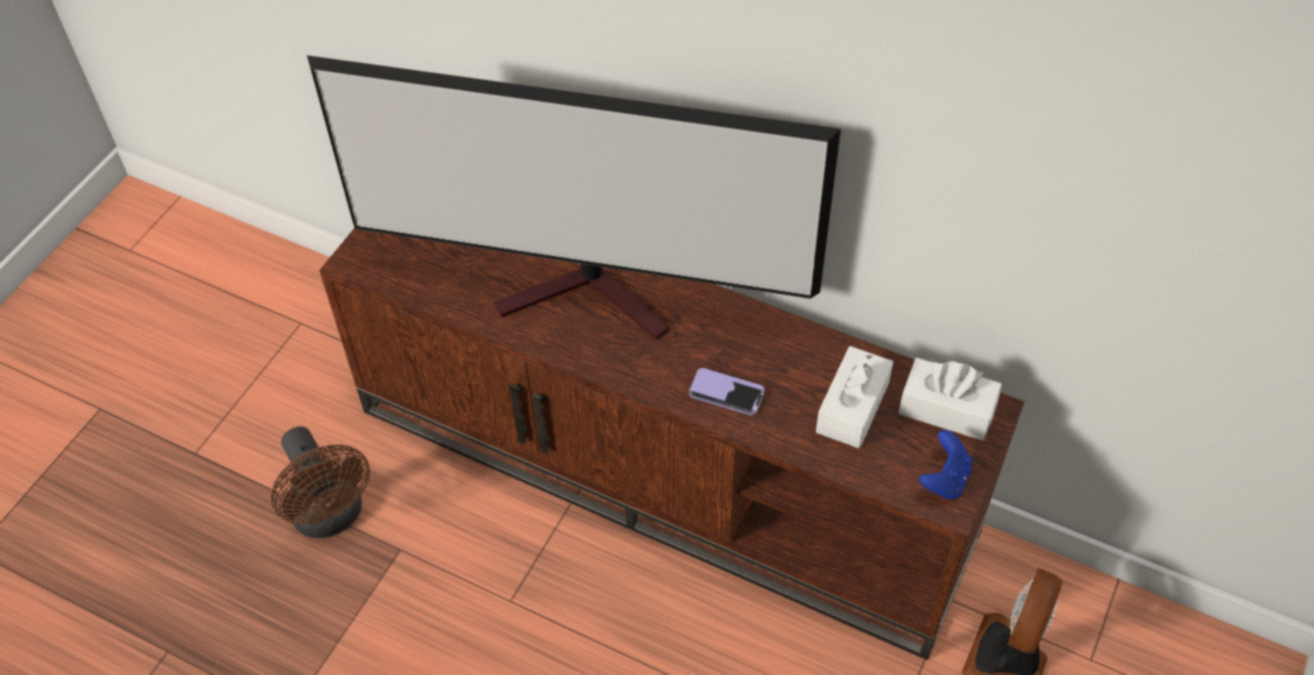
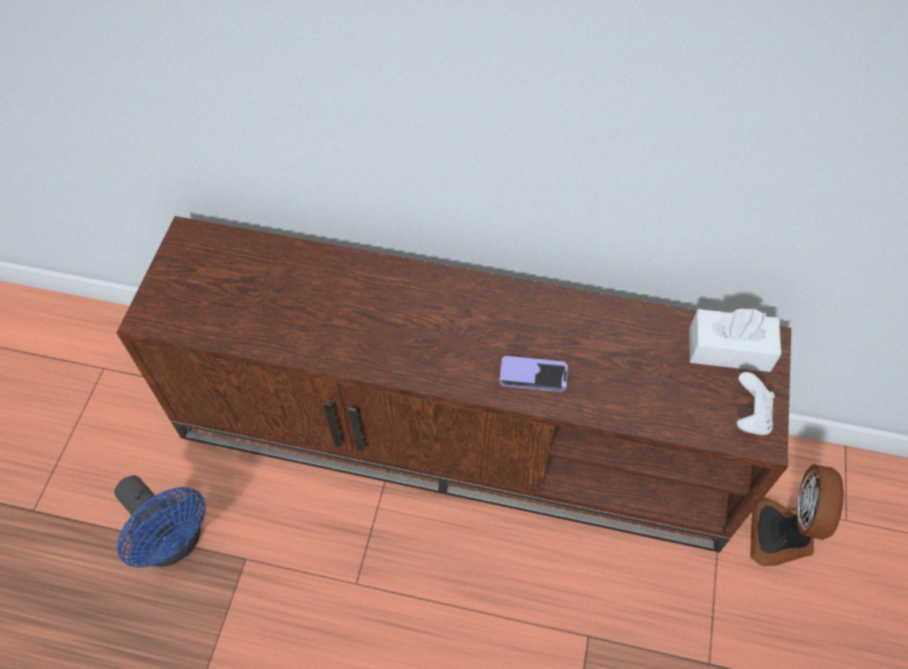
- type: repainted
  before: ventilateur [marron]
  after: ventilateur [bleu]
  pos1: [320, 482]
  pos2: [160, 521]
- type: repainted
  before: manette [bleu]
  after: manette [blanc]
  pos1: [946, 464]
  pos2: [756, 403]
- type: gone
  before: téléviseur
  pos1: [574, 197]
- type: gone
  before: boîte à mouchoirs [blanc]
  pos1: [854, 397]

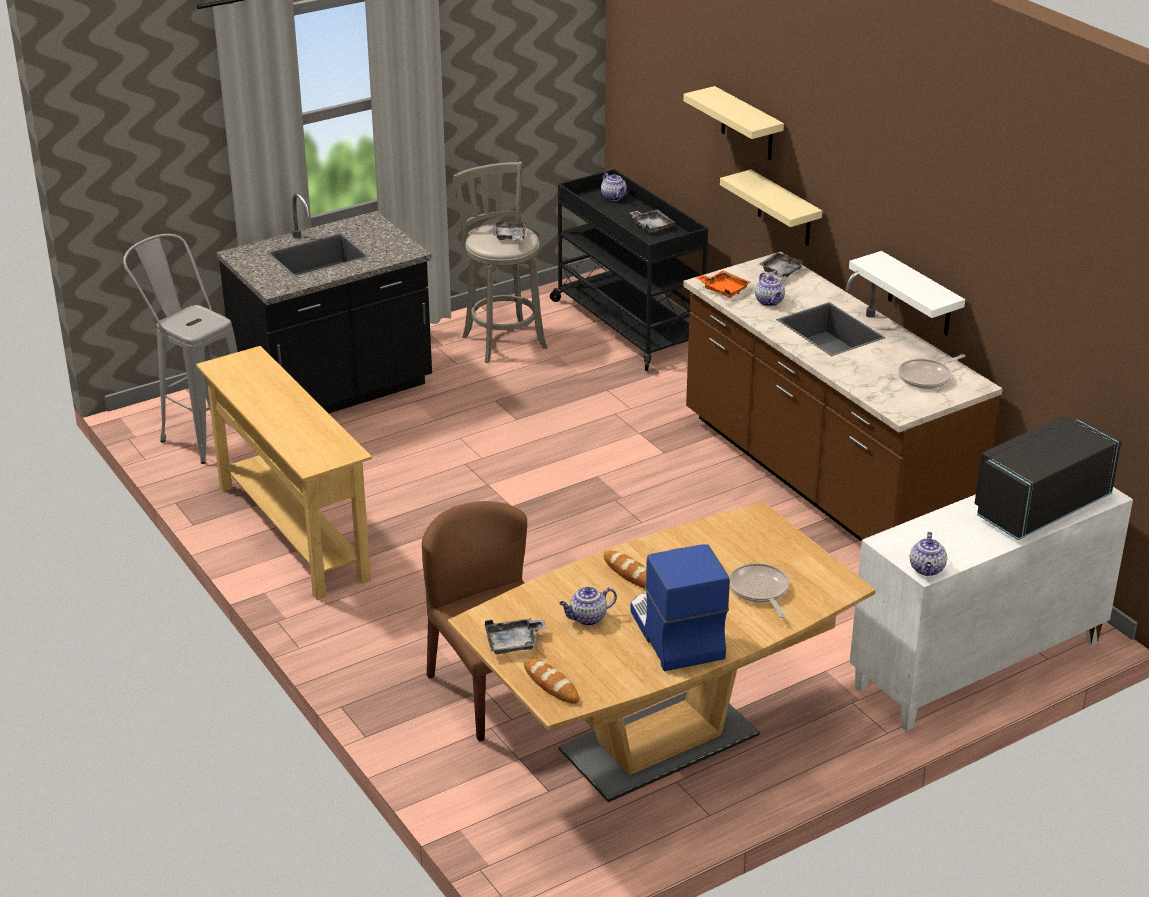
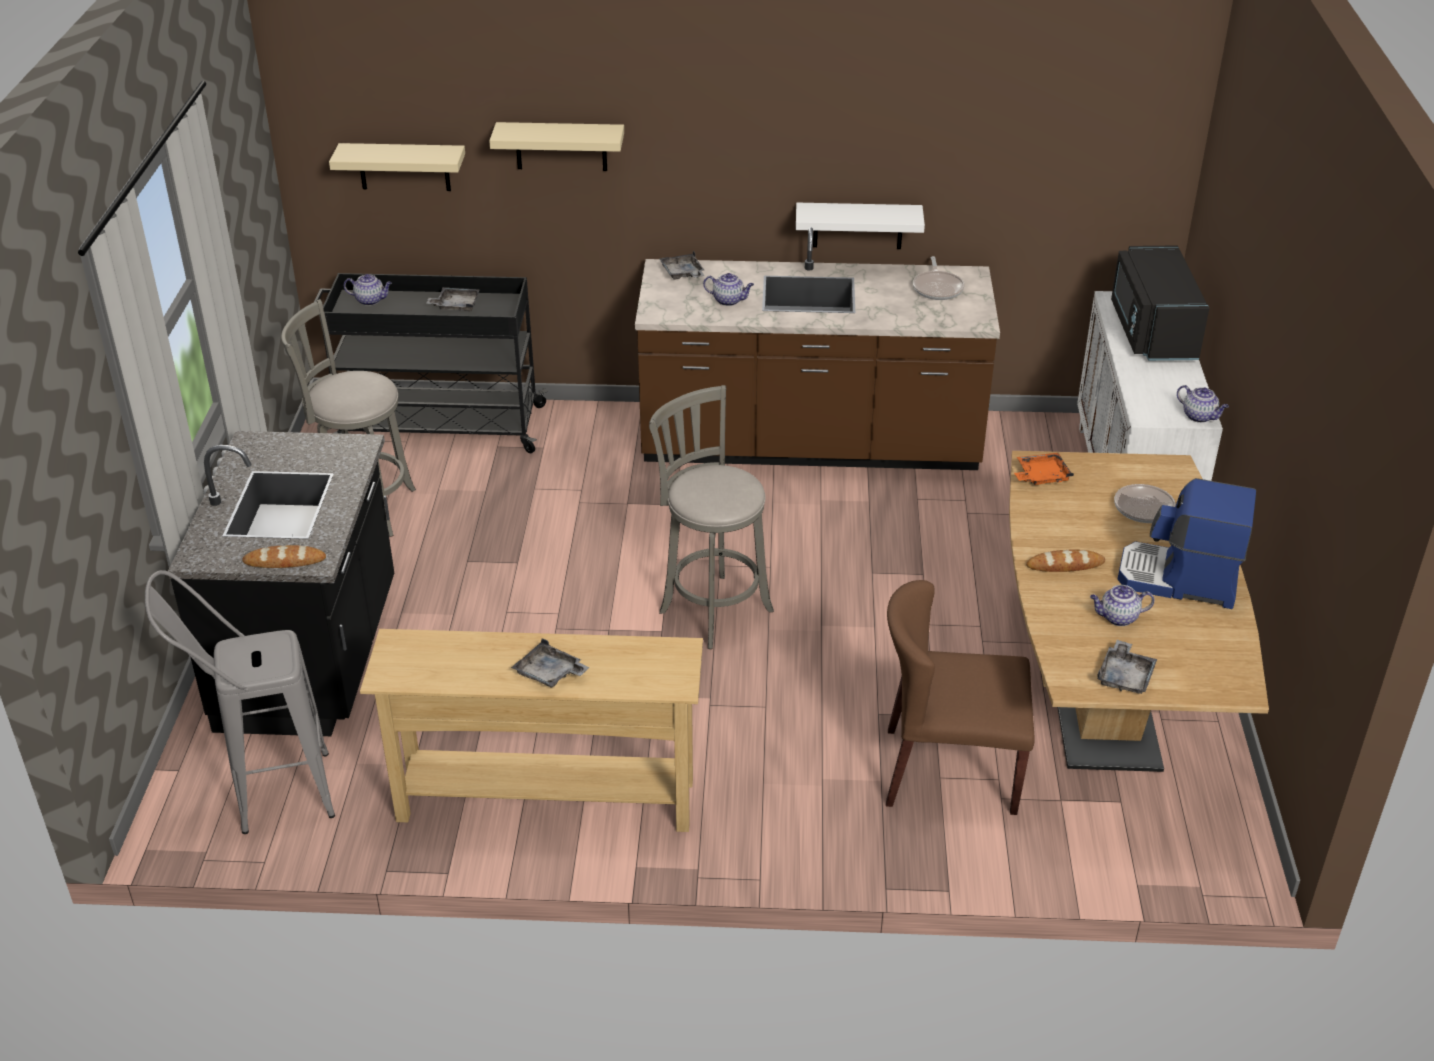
- type: shifted
  before: pain
  pos1: [551, 681]
  pos2: [284, 556]
- type: shifted
  before: étagère [beige]
  pos1: [771, 208]
  pos2: [397, 167]
- type: shifted
  before: plateau [gris]
  pos1: [510, 230]
  pos2: [550, 663]
- type: new
  after: tabouret [gris]
  pos2: [711, 517]
- type: shifted
  before: plateau [orange]
  pos1: [723, 284]
  pos2: [1044, 469]
- type: rotated
  before: théière
  pos1: [588, 606]
  pos2: [1122, 605]
  turn: 75

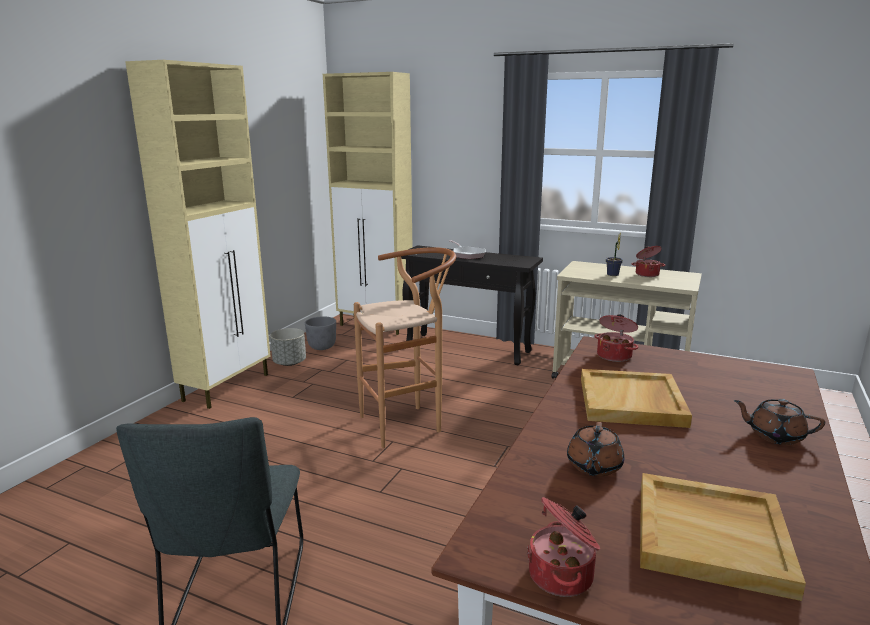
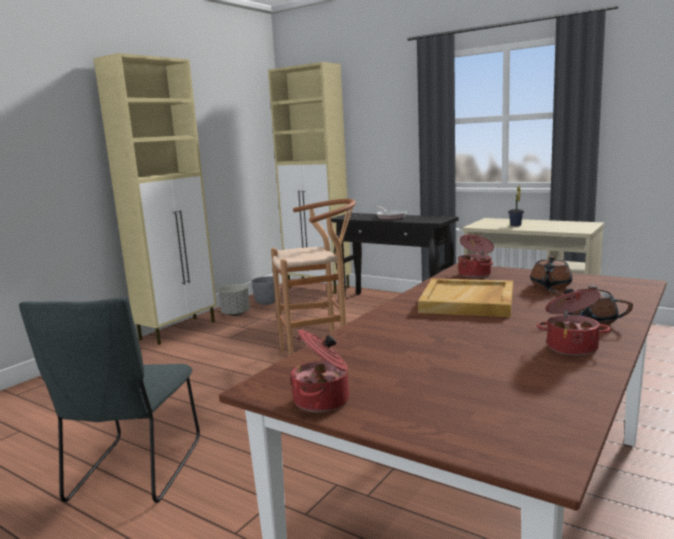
- type: shifted
  before: théière [marron]
  pos1: [595, 449]
  pos2: [551, 273]
- type: shifted
  before: marmite
  pos1: [648, 261]
  pos2: [574, 322]
- type: gone
  before: plateau [beige]
  pos1: [723, 537]

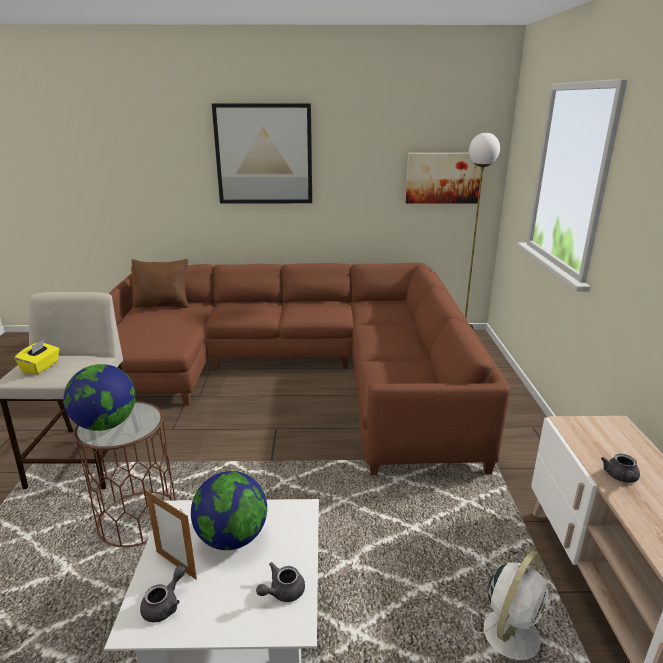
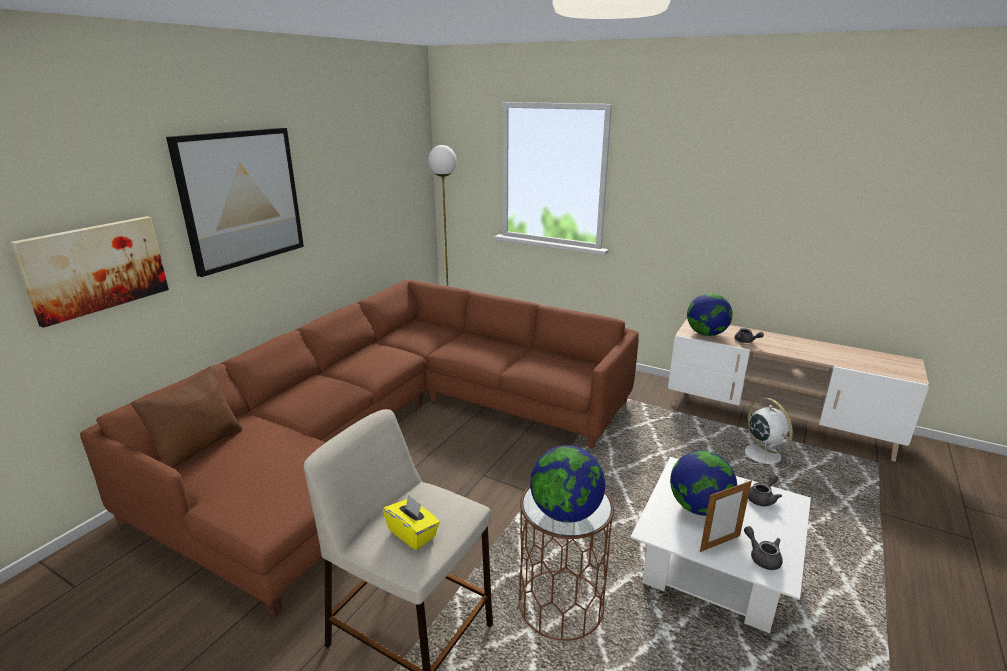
- type: shifted
  before: tableau
  pos1: [443, 178]
  pos2: [89, 272]
- type: new
  after: globe
  pos2: [710, 314]
- type: rotated
  before: théière [gris]
  pos1: [280, 582]
  pos2: [765, 490]
  turn: -120

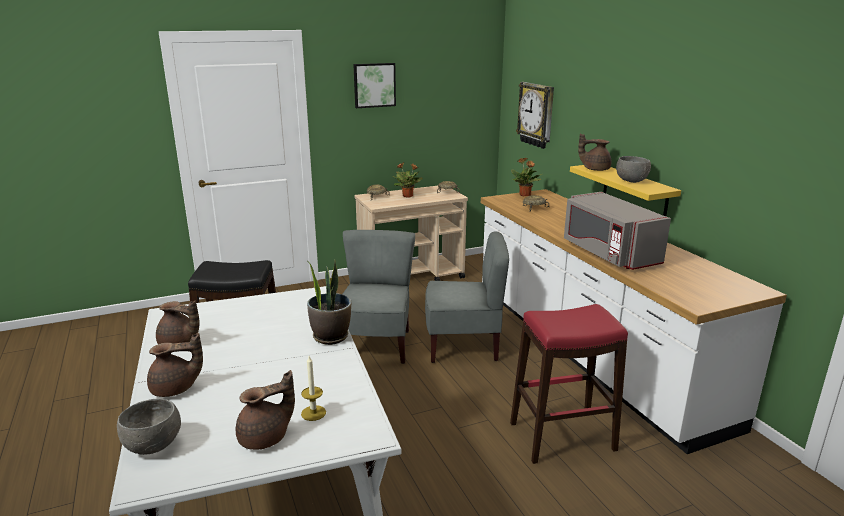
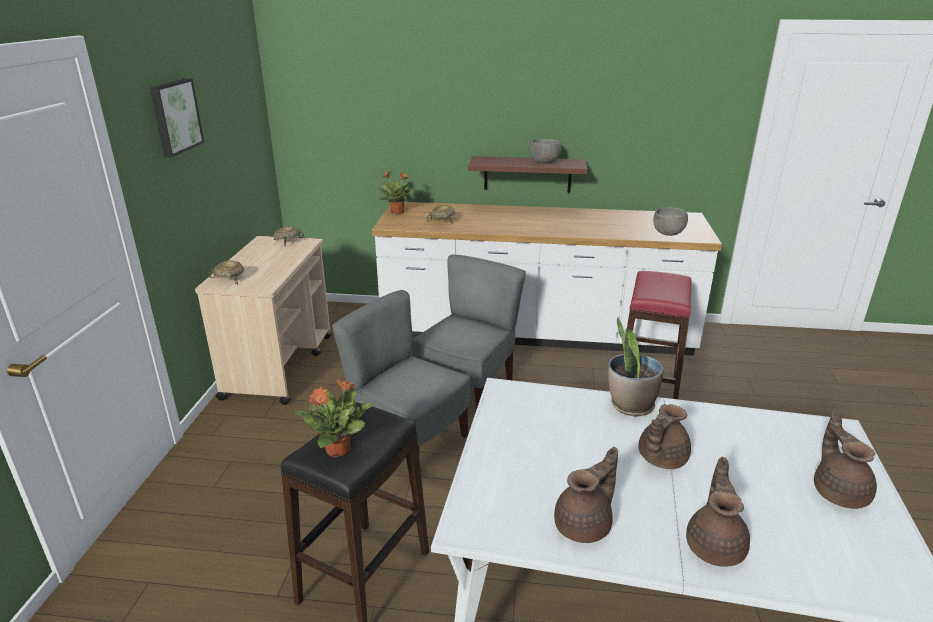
- type: shifted
  before: plante en pot
  pos1: [408, 180]
  pos2: [334, 418]
- type: repainted
  before: étagère [jaune]
  after: étagère [marron]
  pos1: [625, 190]
  pos2: [527, 174]
- type: shifted
  before: théière [marron]
  pos1: [594, 152]
  pos2: [664, 436]
- type: shifted
  before: bol [gris]
  pos1: [149, 426]
  pos2: [670, 221]
- type: gone
  before: bougie
  pos1: [313, 388]
- type: gone
  before: horloge murale
  pos1: [535, 115]
- type: gone
  before: micro-ondes [gris]
  pos1: [617, 231]

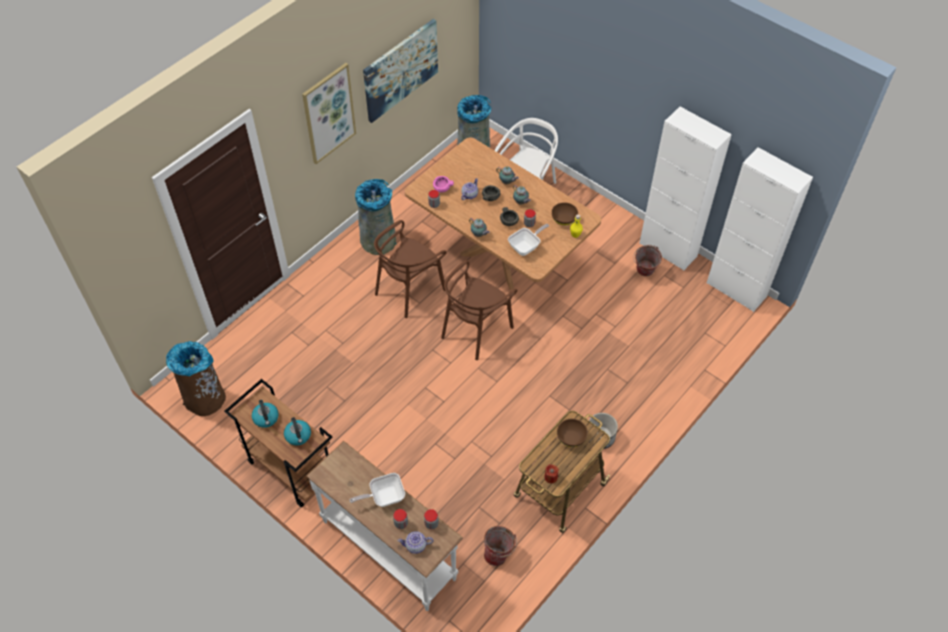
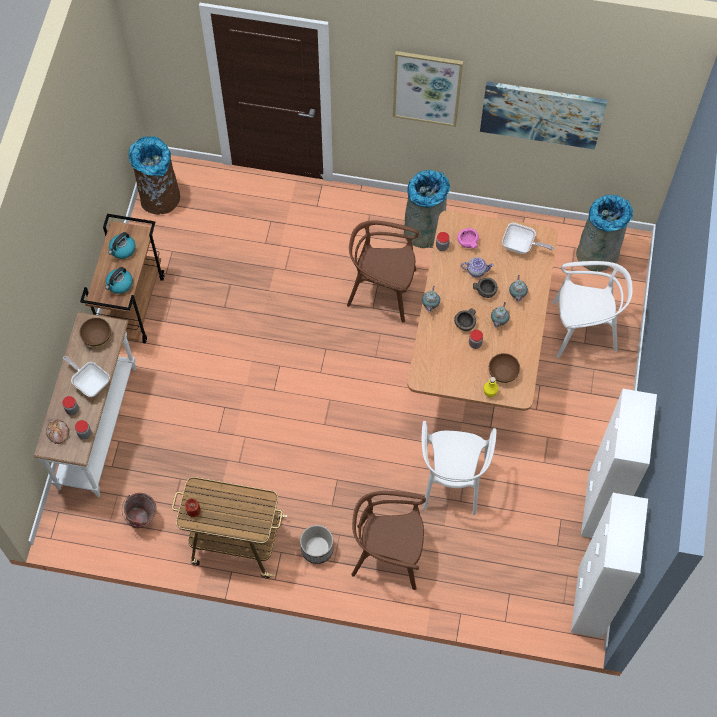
- type: swapped
  before: théière
  after: pain
  pos1: [415, 542]
  pos2: [57, 431]
- type: shifted
  before: bol [marron]
  pos1: [572, 433]
  pos2: [95, 332]
- type: shifted
  before: chaise [marron]
  pos1: [479, 310]
  pos2: [388, 540]
- type: new
  after: chaise [blanc]
  pos2: [459, 468]
- type: shifted
  before: poêle
  pos1: [528, 240]
  pos2: [528, 238]
- type: gone
  before: seau
  pos1: [648, 260]

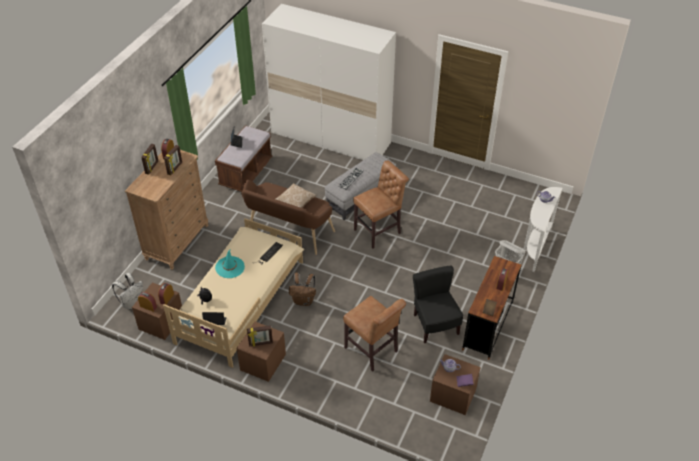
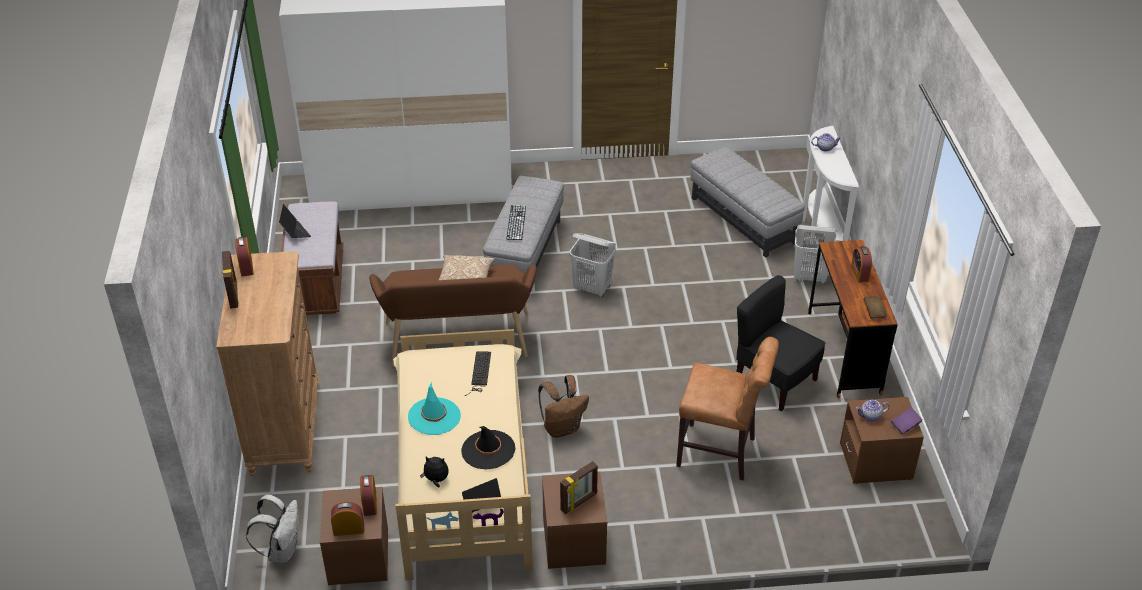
- type: new
  after: chapeau [noir]
  pos2: [488, 447]
- type: swapped
  before: chaise [marron]
  after: panier à linge [blanc]
  pos1: [381, 204]
  pos2: [592, 265]
- type: new
  after: pouf [gris]
  pos2: [747, 202]
- type: gone
  before: cadre photo
  pos1: [173, 160]

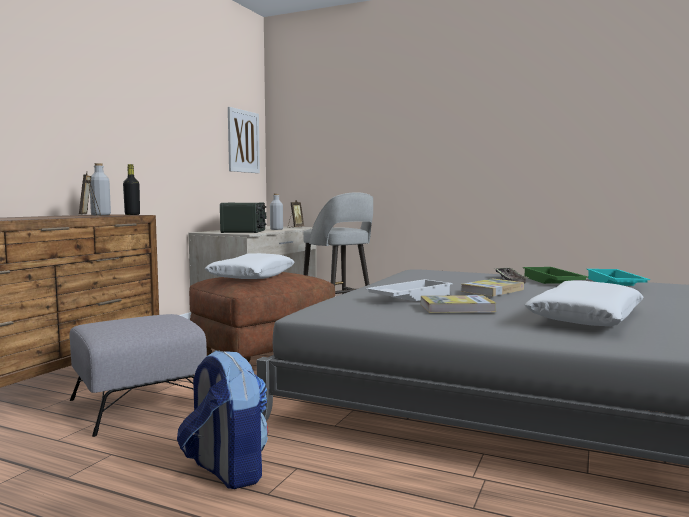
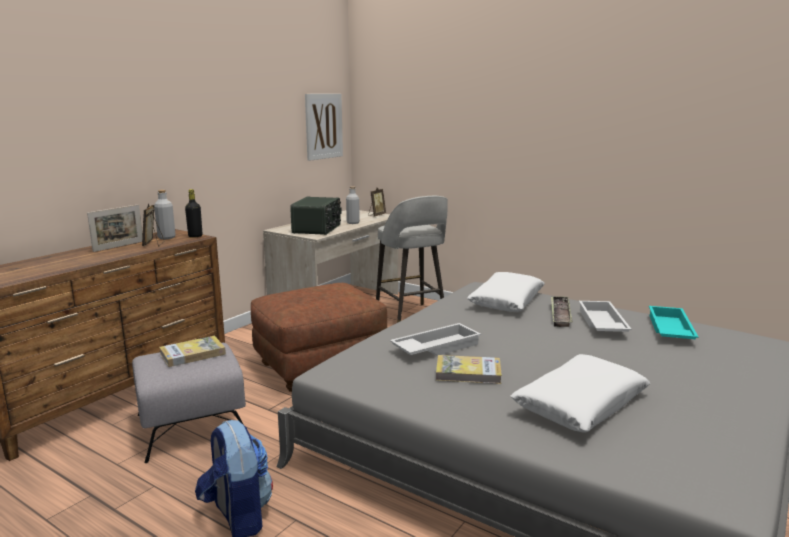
- type: new
  after: cadre photo
  pos2: [115, 228]
- type: shifted
  before: livre
  pos1: [492, 287]
  pos2: [192, 351]
- type: shifted
  before: coussin [blanc]
  pos1: [250, 266]
  pos2: [506, 292]
- type: repainted
  before: plateau [vert]
  after: plateau [blanc]
  pos1: [556, 275]
  pos2: [605, 316]

